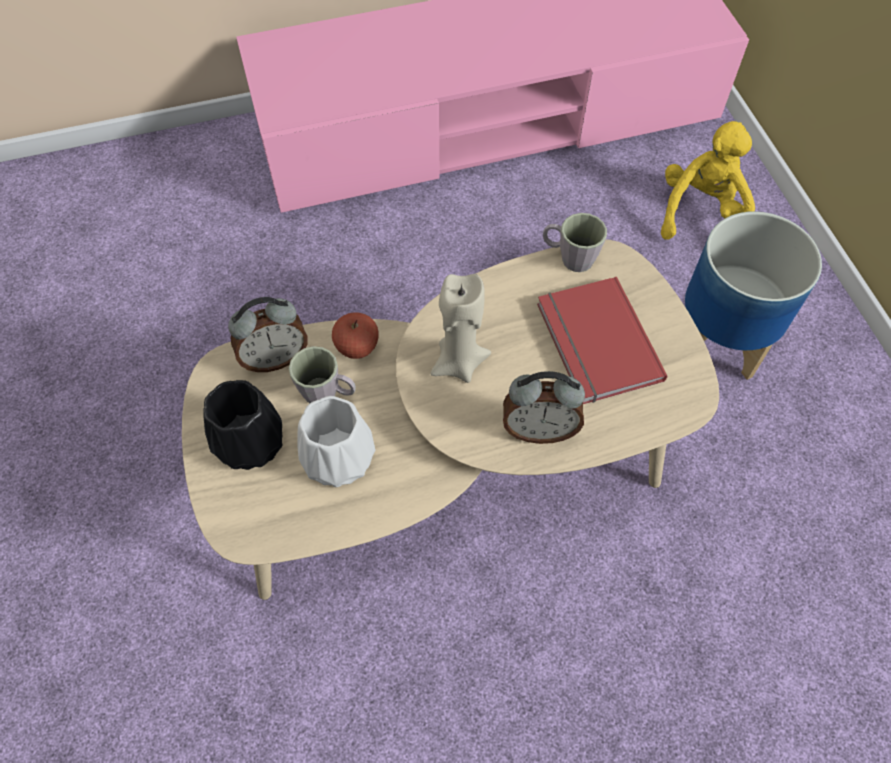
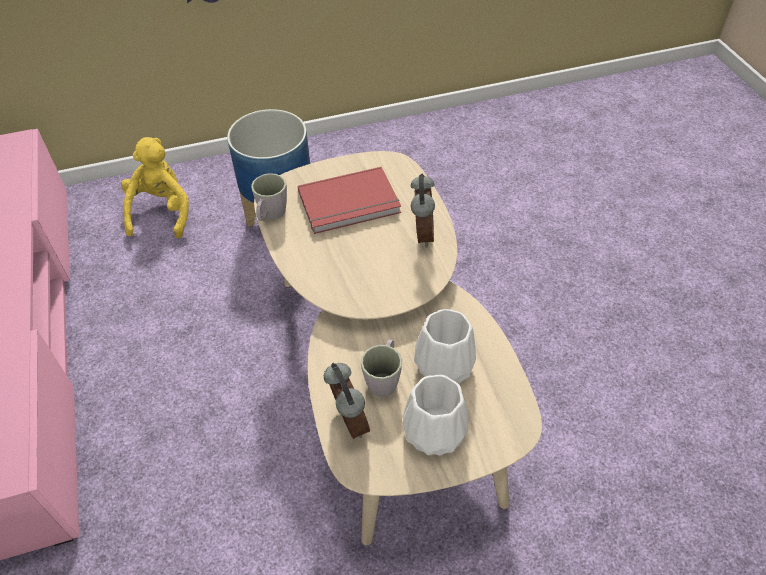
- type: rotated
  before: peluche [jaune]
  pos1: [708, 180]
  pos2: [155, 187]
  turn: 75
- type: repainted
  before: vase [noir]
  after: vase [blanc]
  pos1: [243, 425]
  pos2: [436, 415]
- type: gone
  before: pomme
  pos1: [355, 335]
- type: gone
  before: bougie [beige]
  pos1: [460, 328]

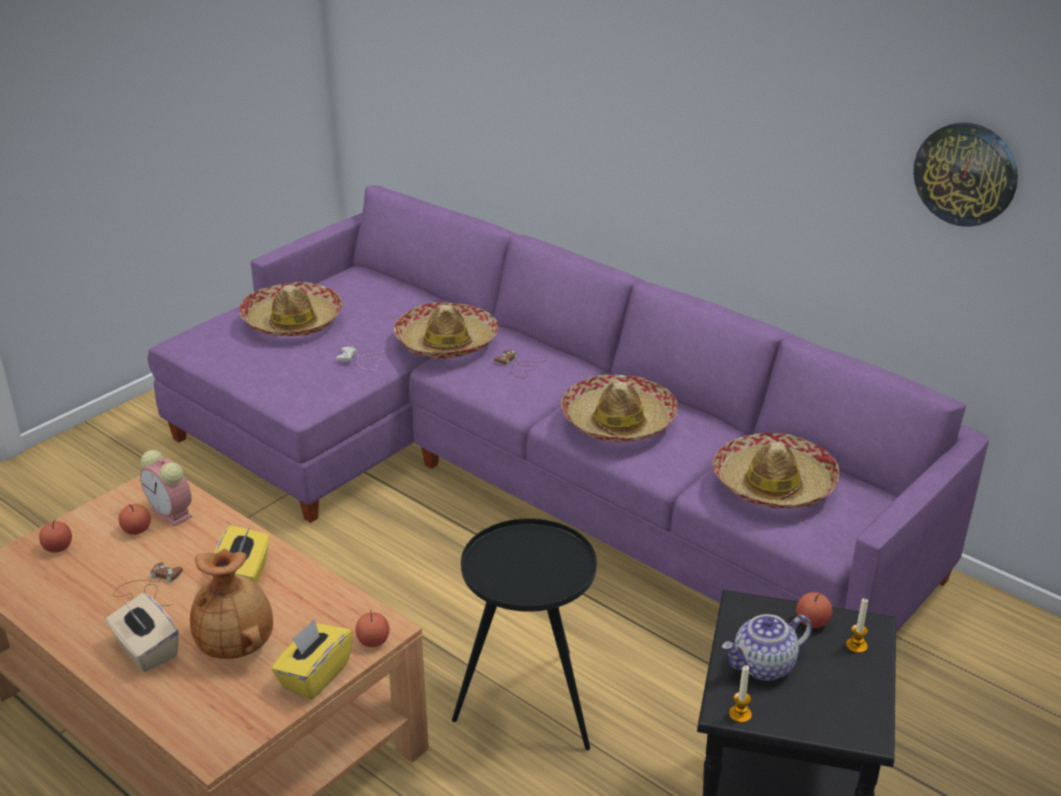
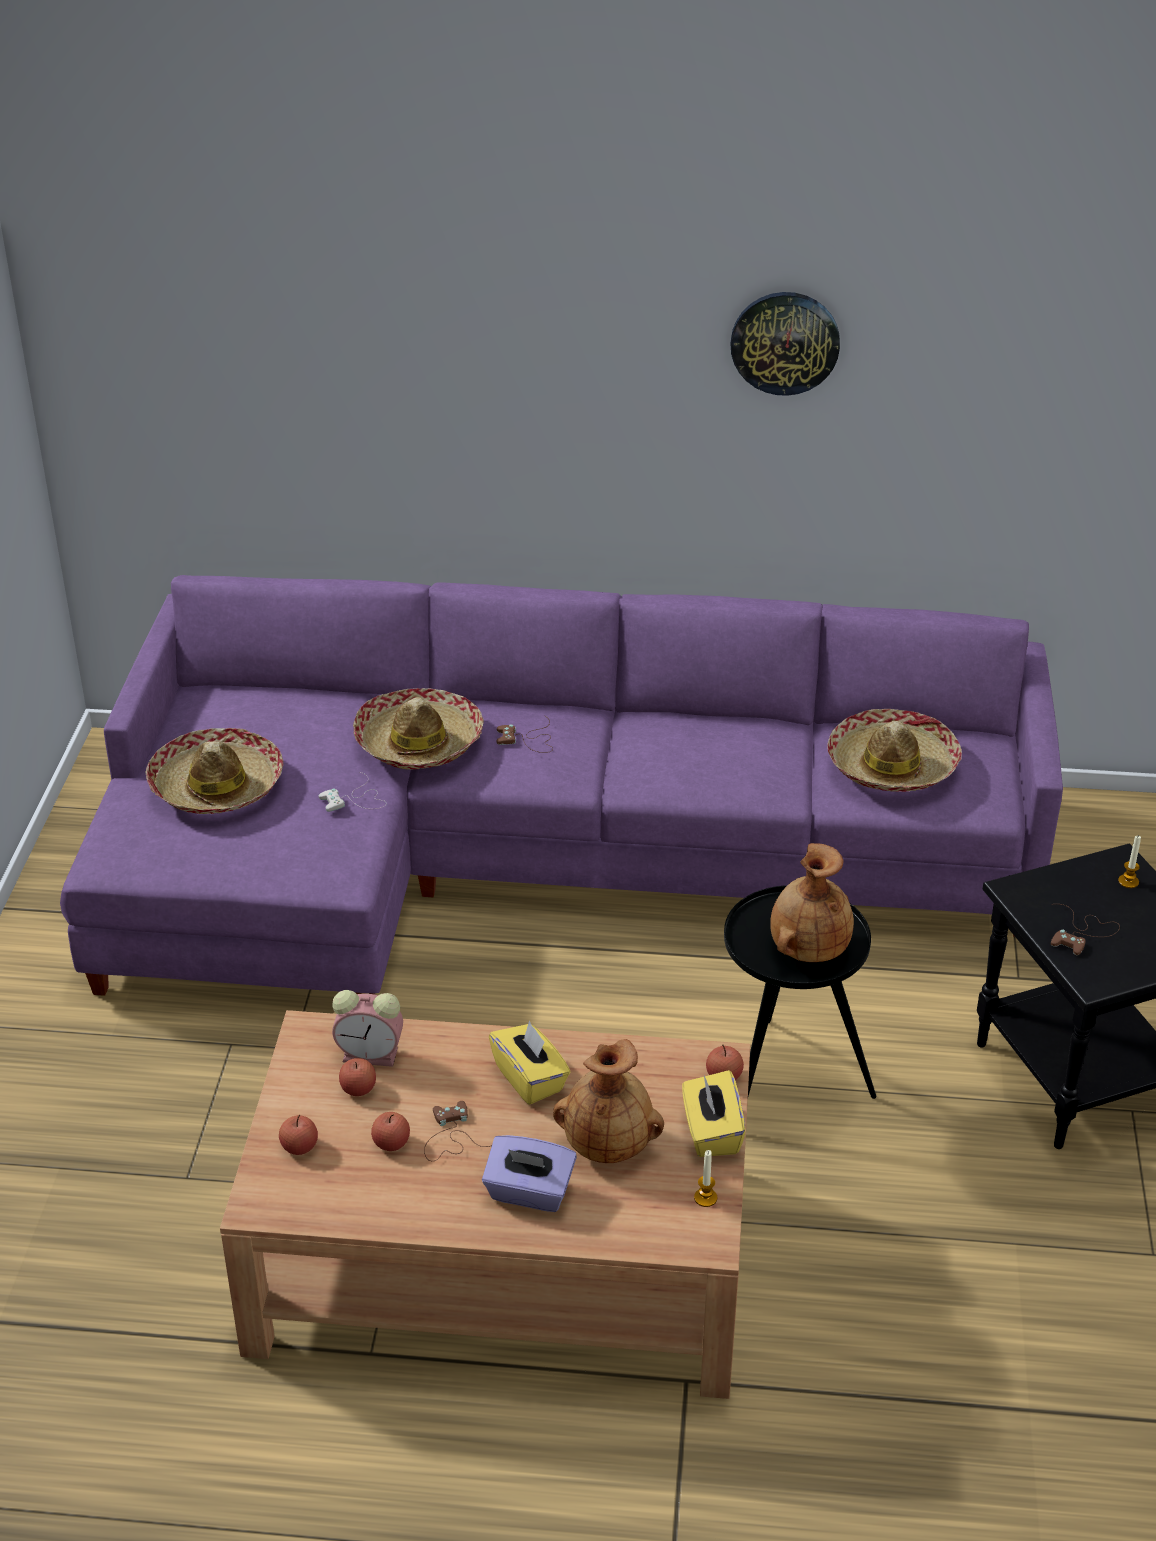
- type: shifted
  before: pomme
  pos1: [814, 610]
  pos2: [390, 1131]
- type: repainted
  before: boîte à mouchoirs [beige]
  after: boîte à mouchoirs [violet]
  pos1: [142, 632]
  pos2: [529, 1173]
- type: shifted
  before: bougie
  pos1: [740, 694]
  pos2: [705, 1178]
- type: shifted
  before: horloge murale
  pos1: [965, 174]
  pos2: [785, 344]
- type: new
  after: vase [marron]
  pos2: [812, 902]
- type: swapped
  before: théière
  after: manette [marron]
  pos1: [767, 647]
  pos2: [1085, 930]
- type: gone
  before: chapeau
  pos1: [619, 408]

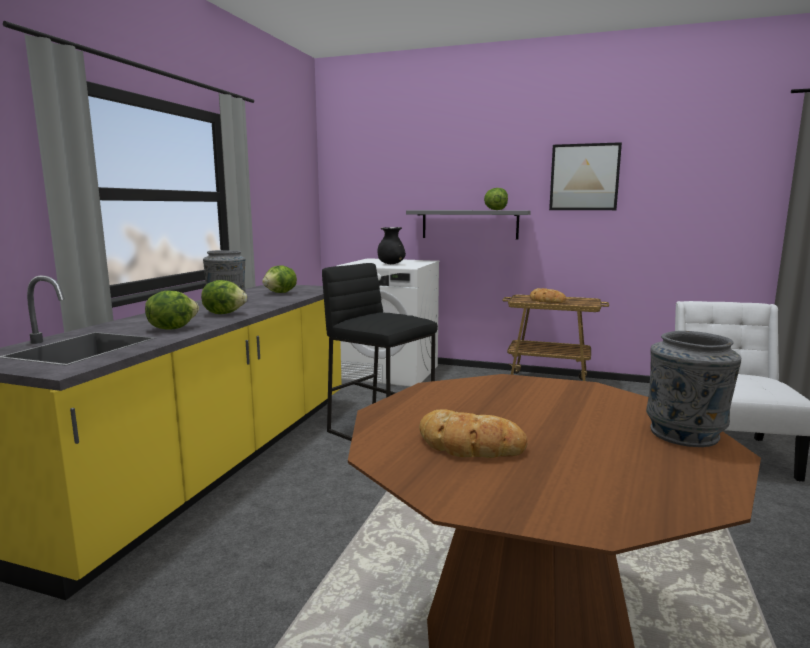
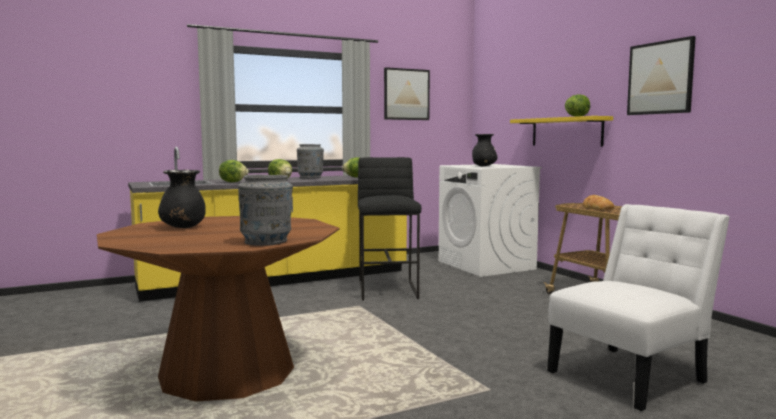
- type: swapped
  before: pain
  after: vase [noir]
  pos1: [473, 433]
  pos2: [182, 199]
- type: new
  after: tableau
  pos2: [407, 93]
- type: repainted
  before: étagère [gris]
  after: étagère [jaune]
  pos1: [468, 225]
  pos2: [561, 131]

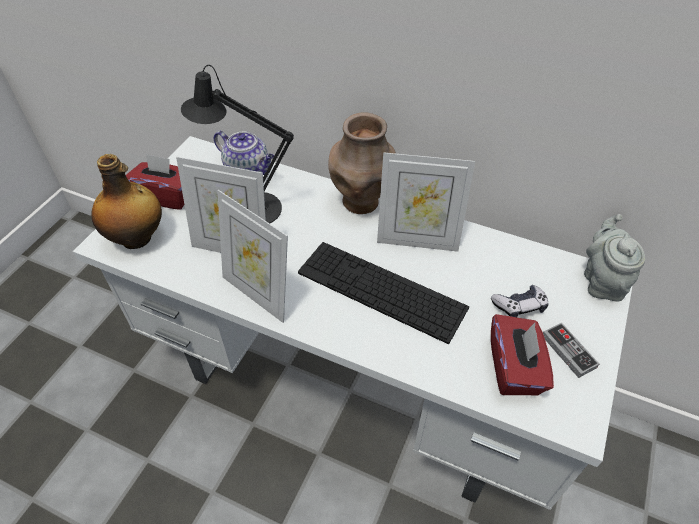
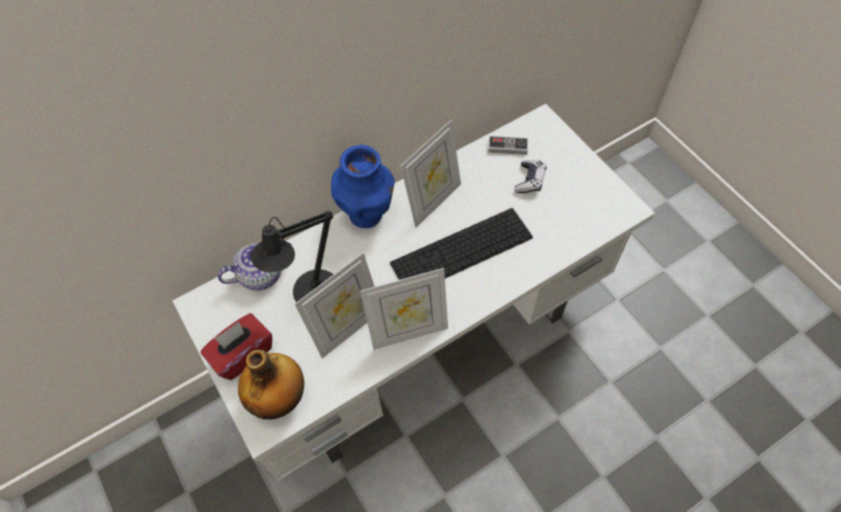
- type: repainted
  before: vase [marron]
  after: vase [bleu]
  pos1: [362, 163]
  pos2: [363, 186]
- type: shifted
  before: manette
  pos1: [571, 350]
  pos2: [508, 145]
- type: gone
  before: boîte à mouchoirs [rouge]
  pos1: [522, 354]
- type: gone
  before: théière [gris]
  pos1: [614, 257]

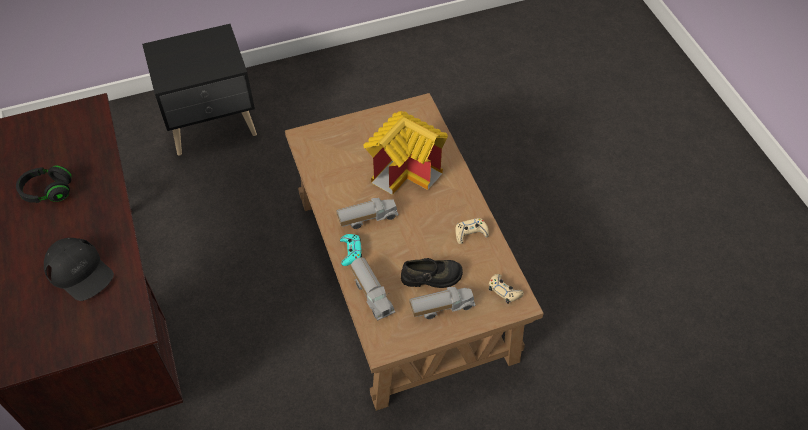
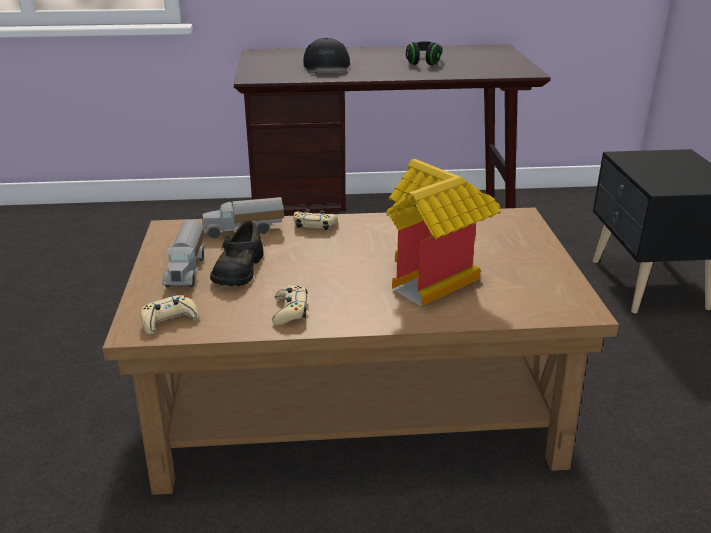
- type: repainted
  before: manette [turquoise]
  after: manette [beige]
  pos1: [351, 250]
  pos2: [315, 219]
- type: rotated
  before: casquette [noir]
  pos1: [79, 269]
  pos2: [326, 56]
  turn: -60
- type: gone
  before: camion jouet
  pos1: [367, 213]

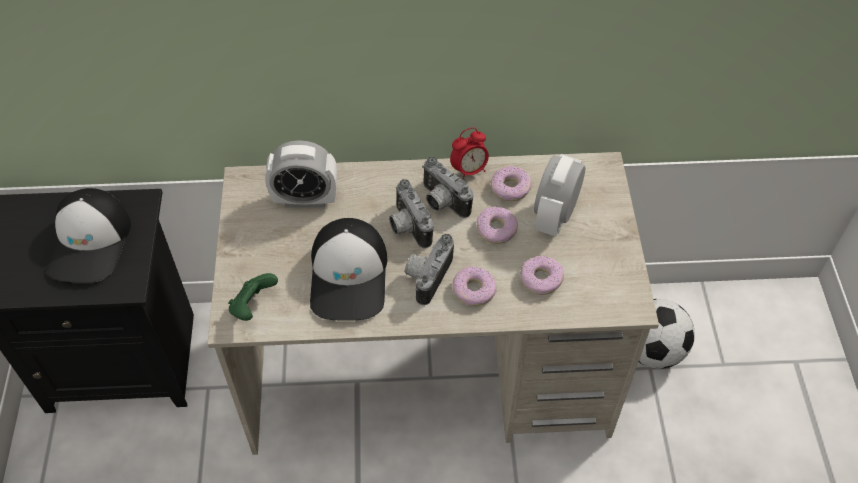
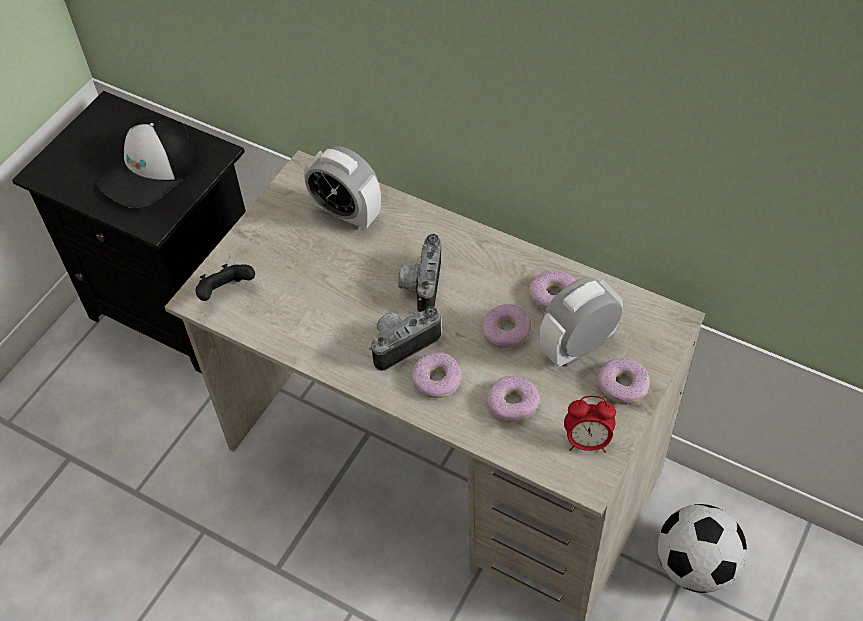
- type: repainted
  before: manette [vert]
  after: manette [noir]
  pos1: [253, 297]
  pos2: [225, 282]
- type: shifted
  before: réveil
  pos1: [469, 153]
  pos2: [590, 424]
- type: new
  after: beignet
  pos2: [624, 381]
- type: gone
  before: casquette
  pos1: [348, 269]
- type: gone
  before: appareil photo
  pos1: [447, 187]

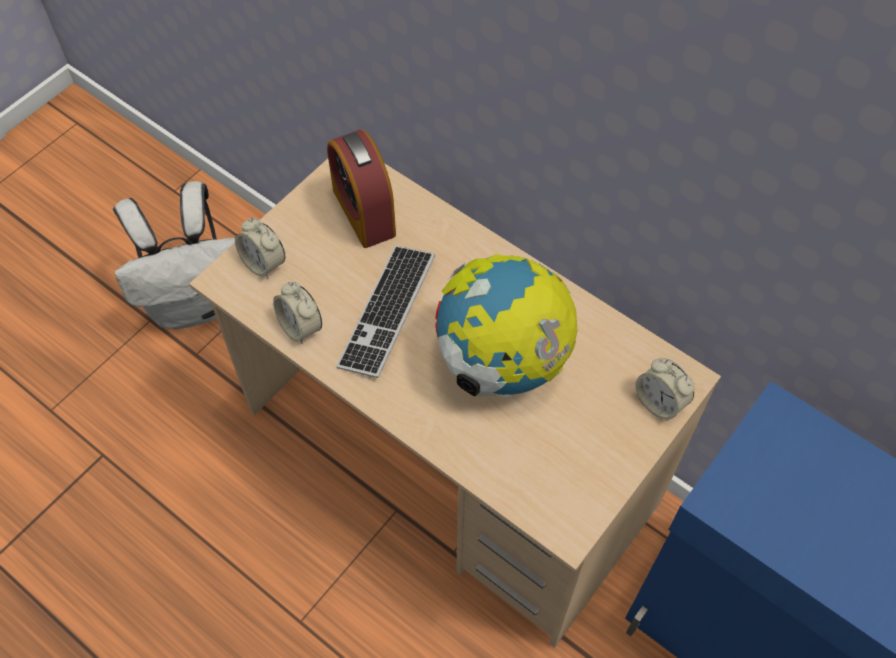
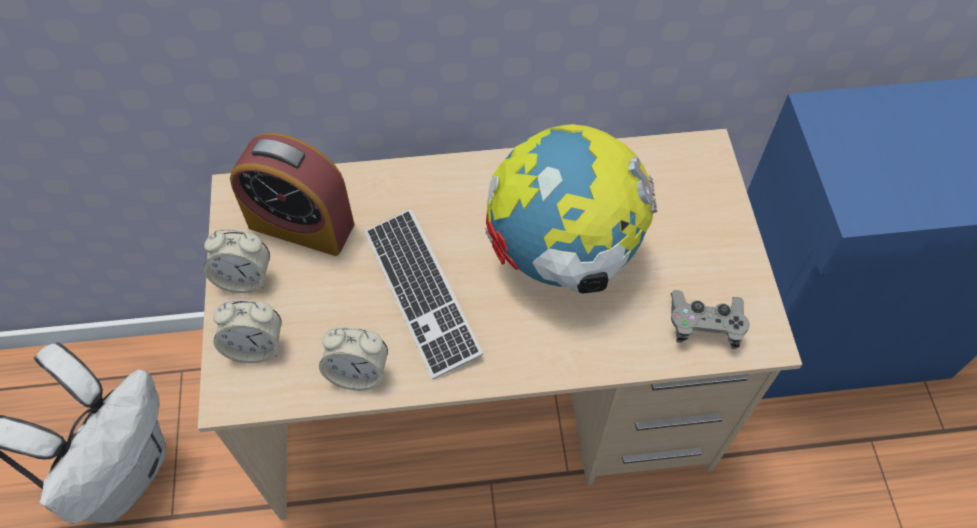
- type: shifted
  before: réveil
  pos1: [665, 389]
  pos2: [236, 261]
- type: new
  after: manette [gris]
  pos2: [709, 319]

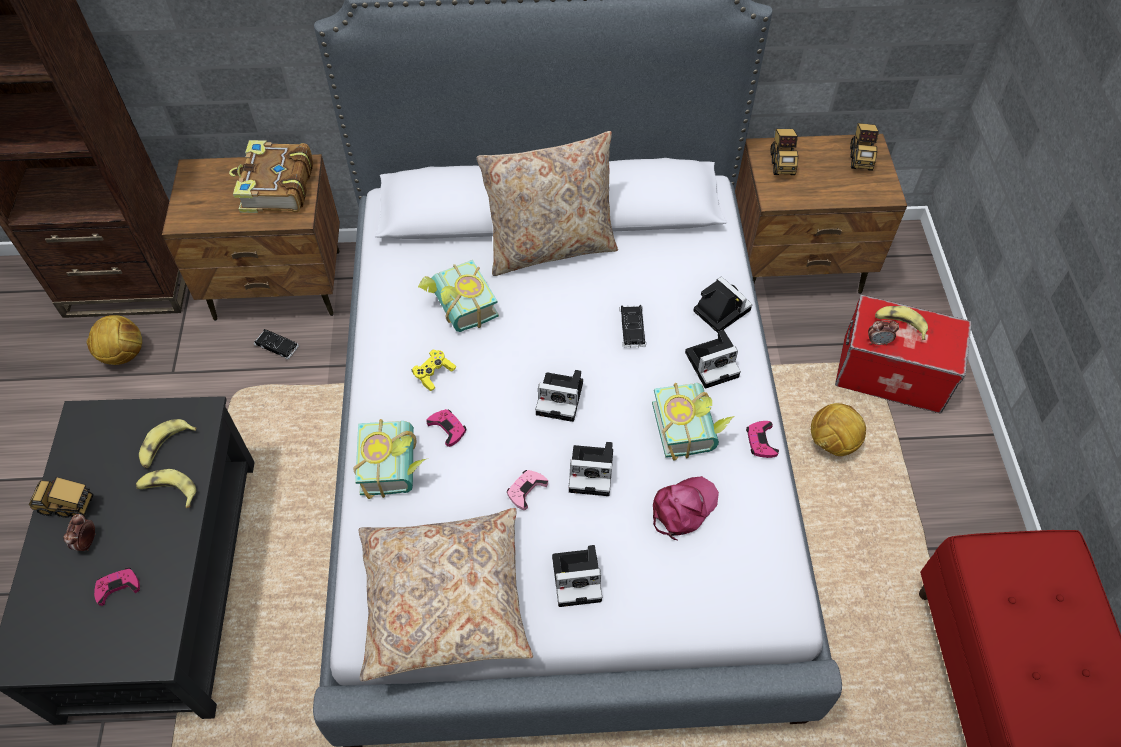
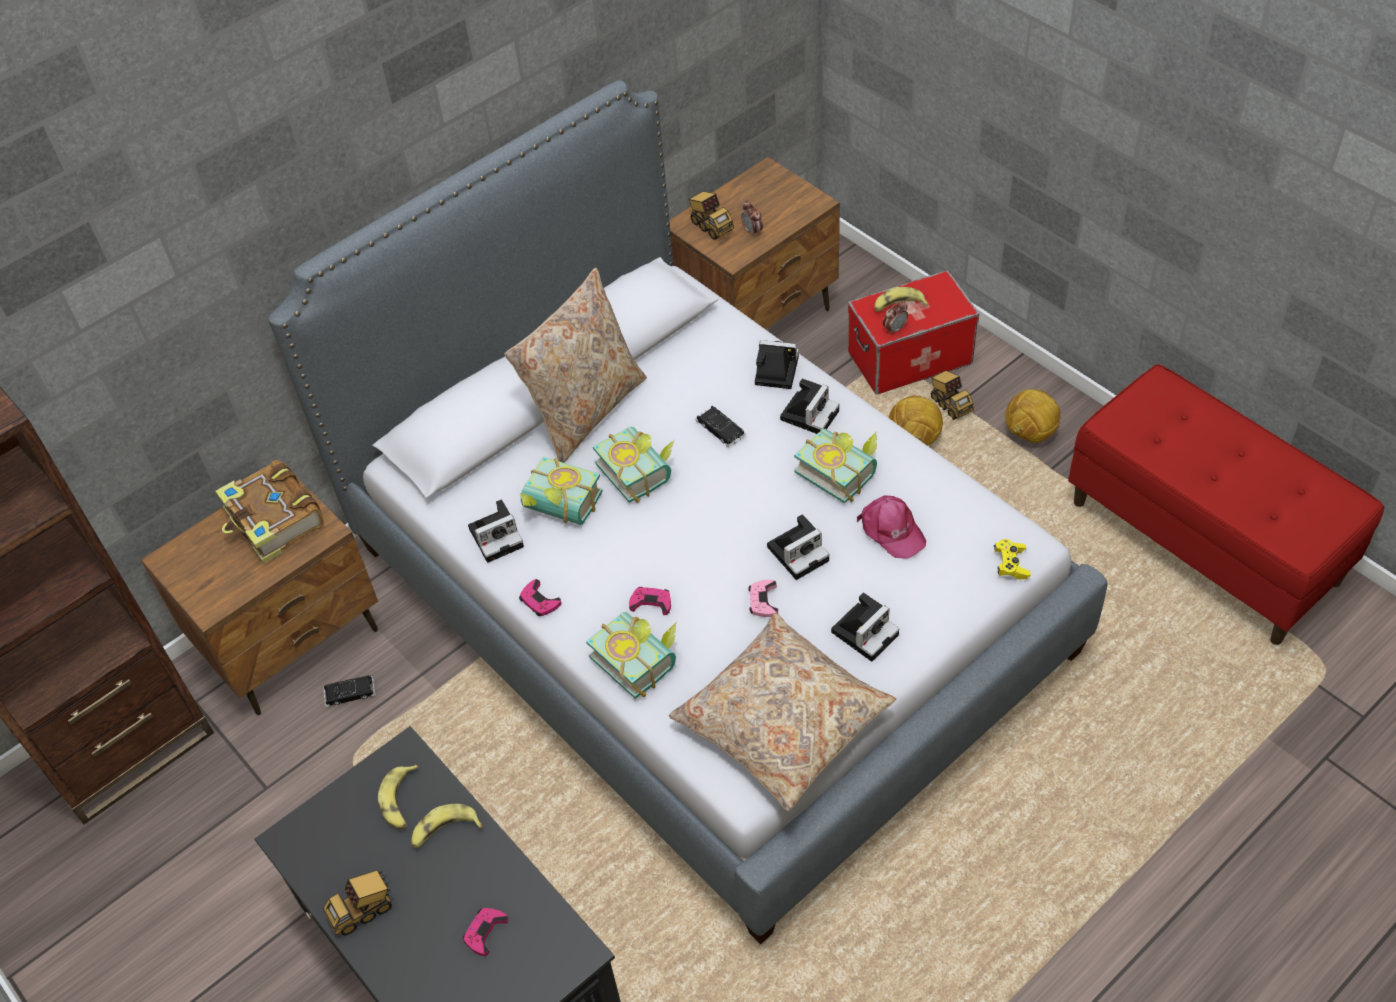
- type: shifted
  before: appareil photo
  pos1: [559, 396]
  pos2: [496, 531]
- type: shifted
  before: manette [rose]
  pos1: [762, 439]
  pos2: [540, 597]
- type: new
  after: livre
  pos2: [634, 465]
- type: shifted
  before: réveil
  pos1: [79, 532]
  pos2: [752, 219]
- type: rotated
  before: casquette [rose]
  pos1: [686, 508]
  pos2: [891, 527]
  turn: 135
- type: shifted
  before: camion jouet
  pos1: [864, 147]
  pos2: [952, 395]
- type: shifted
  before: manette [jaune]
  pos1: [433, 370]
  pos2: [1012, 559]
- type: shifted
  before: ballon de foot
  pos1: [114, 340]
  pos2: [1033, 416]

